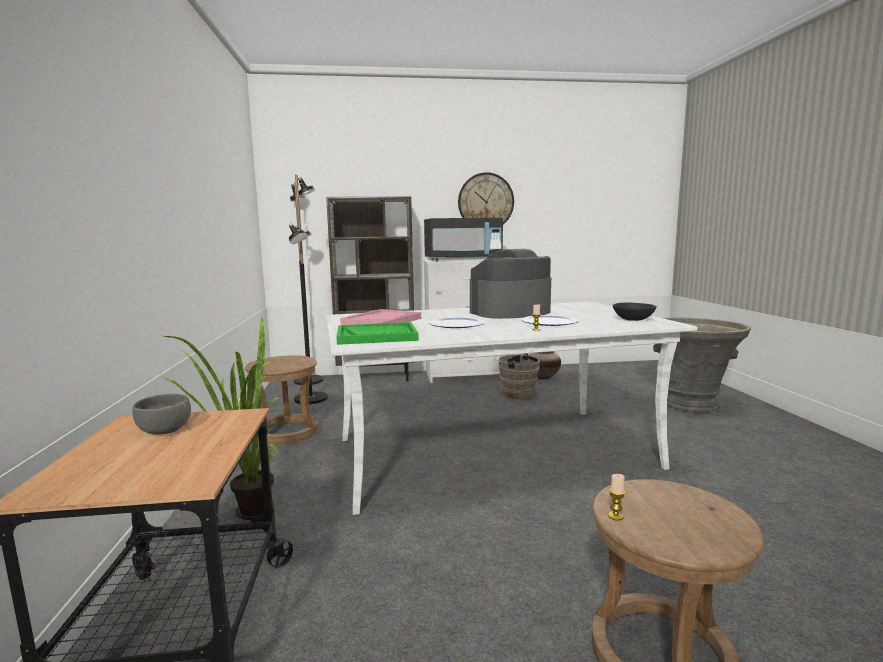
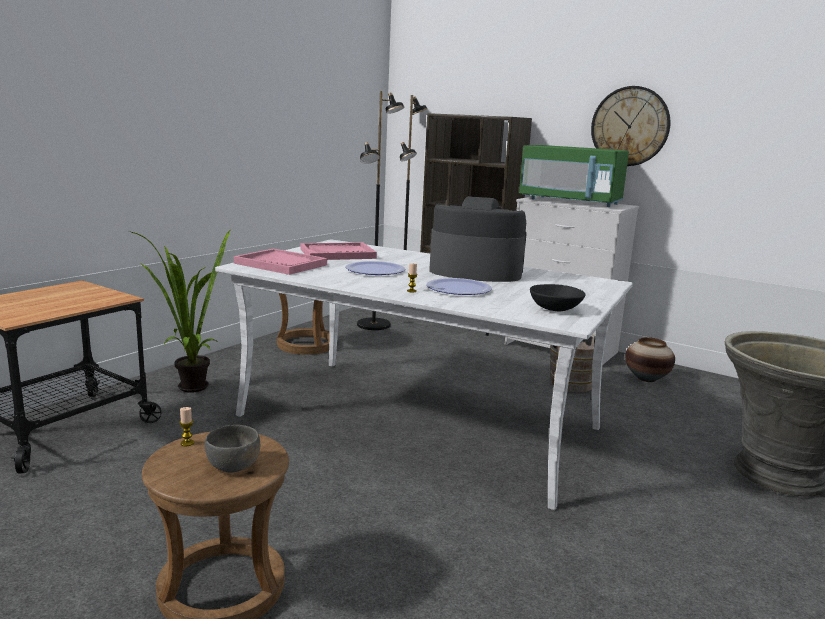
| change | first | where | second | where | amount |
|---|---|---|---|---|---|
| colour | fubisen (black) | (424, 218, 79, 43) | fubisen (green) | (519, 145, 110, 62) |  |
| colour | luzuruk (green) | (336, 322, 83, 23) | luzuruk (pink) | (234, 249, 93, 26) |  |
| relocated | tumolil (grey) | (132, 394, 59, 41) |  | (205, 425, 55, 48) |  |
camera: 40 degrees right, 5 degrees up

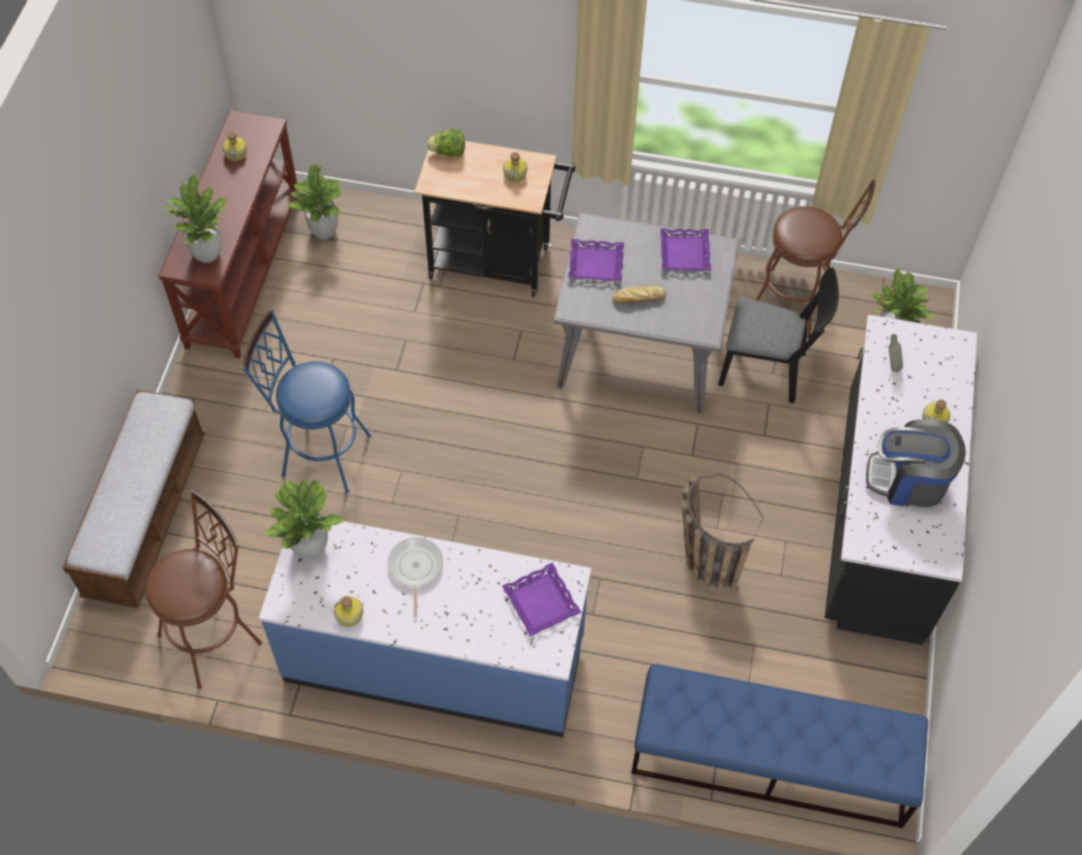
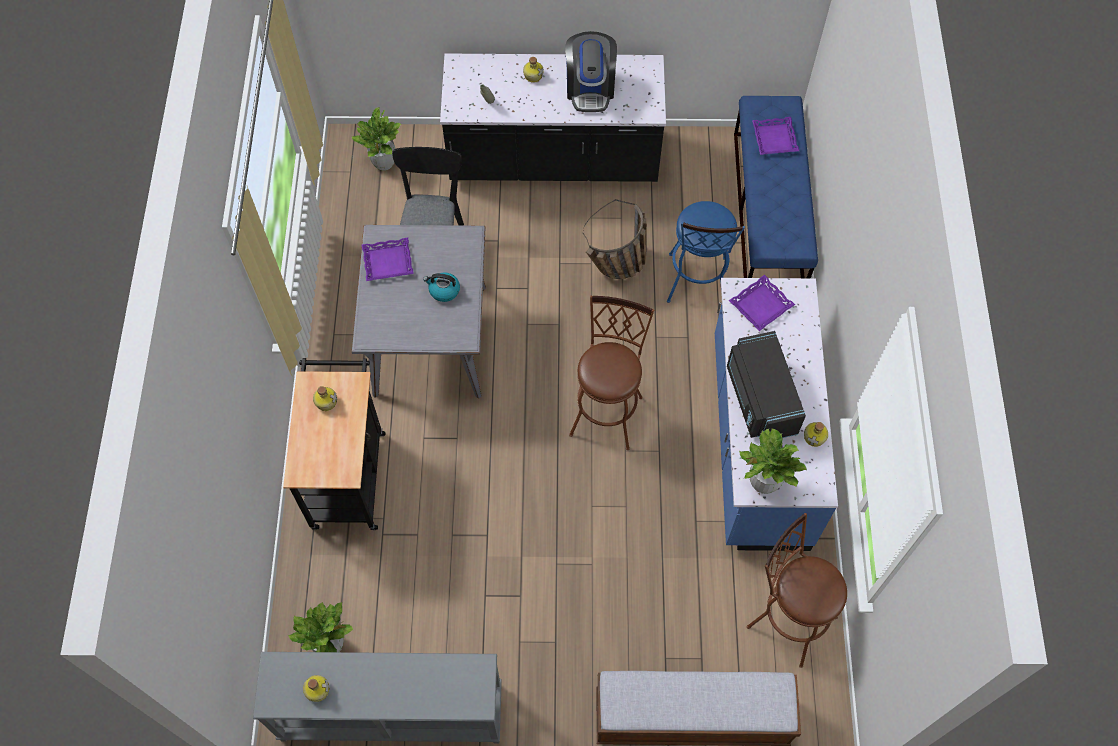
| change | first | where | second | where | amount |
|---|---|---|---|---|---|
| colour | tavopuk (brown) | (158, 110, 141, 249) | tavopuk (grey) | (253, 652, 249, 92) |  |
| missing | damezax | (427, 129, 38, 27) |  |  |  |
| missing | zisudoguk | (163, 174, 64, 89) |  |  |  |
| relocated | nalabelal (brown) | (756, 178, 120, 160) |  | (569, 296, 85, 154) |  |
| relocated | luzuruk (purple) | (568, 239, 56, 42) |  | (752, 117, 47, 38) |  |
| exchanged | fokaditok | (613, 286, 53, 17) | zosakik | (423, 272, 37, 30) |  |
| relocated | nalabelal (blue) | (242, 309, 129, 184) |  | (667, 201, 78, 102) |  |
| exchanged | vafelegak | (388, 538, 55, 79) | fubisen (black) | (727, 331, 79, 107) |  |
camera: 100 degrees left, 5 degrees up

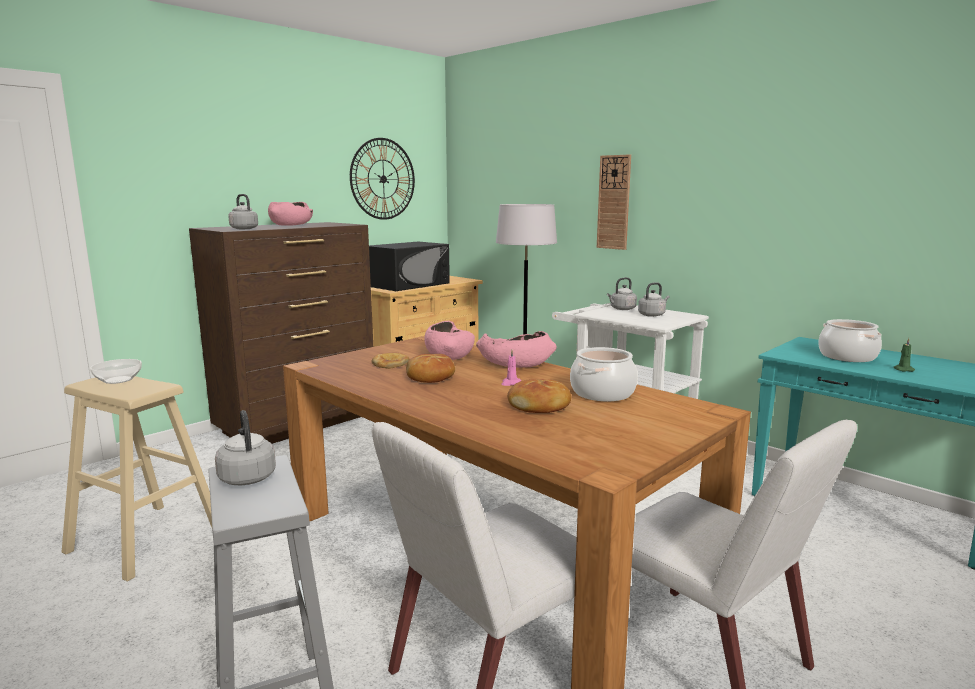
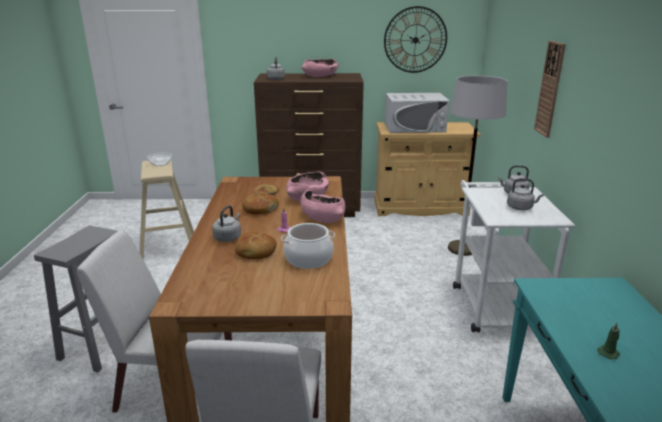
| change | first | where | second | where | amount |
|---|---|---|---|---|---|
| colour | fubisen (black) | (369, 242, 81, 49) | fubisen (white) | (384, 93, 65, 40) |  |
| missing | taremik | (818, 319, 64, 43) |  |  |  |
| relocated | zosakik (grey) | (215, 410, 61, 75) |  | (212, 205, 29, 37) |  |
camera: 45 degrees right, 10 degrees up

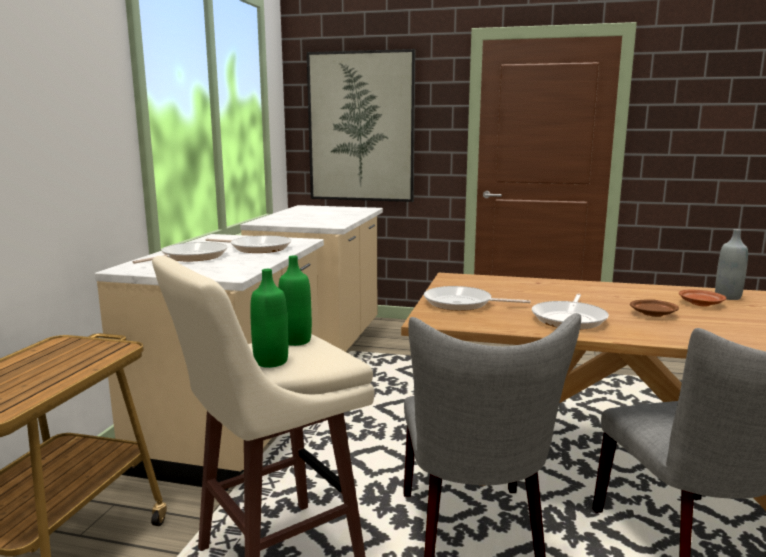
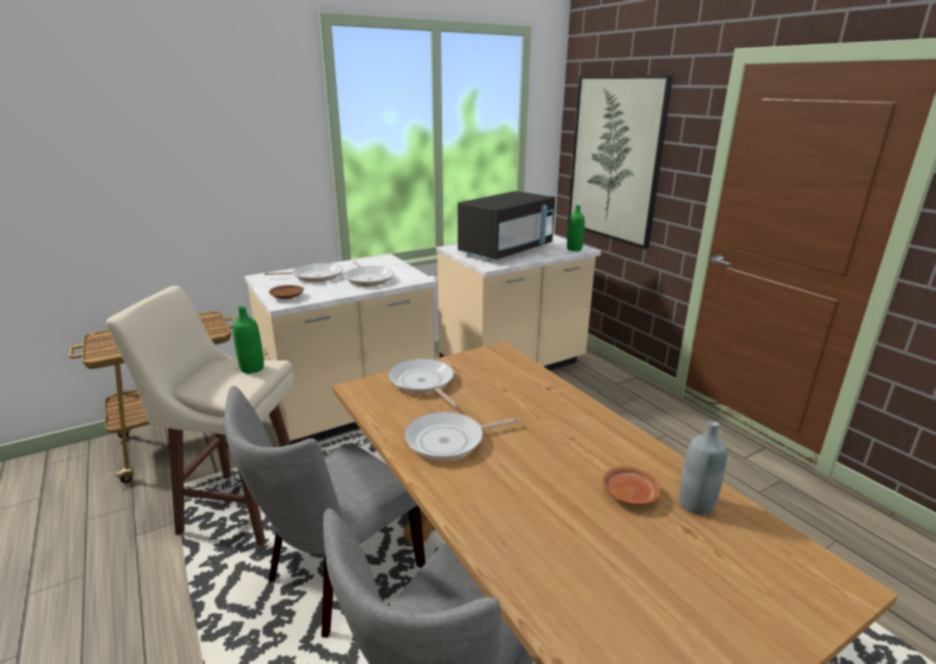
| change | first | where | second | where | amount |
|---|---|---|---|---|---|
| relocated | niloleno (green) | (250, 269, 38, 99) |  | (567, 205, 18, 46) |  |
| relocated | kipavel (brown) | (630, 299, 49, 18) |  | (269, 285, 35, 14) |  |
| appeared |  |  | fubisen (black) | (458, 191, 97, 70) |  |
camera: 45 degrees right, 10 degrees up

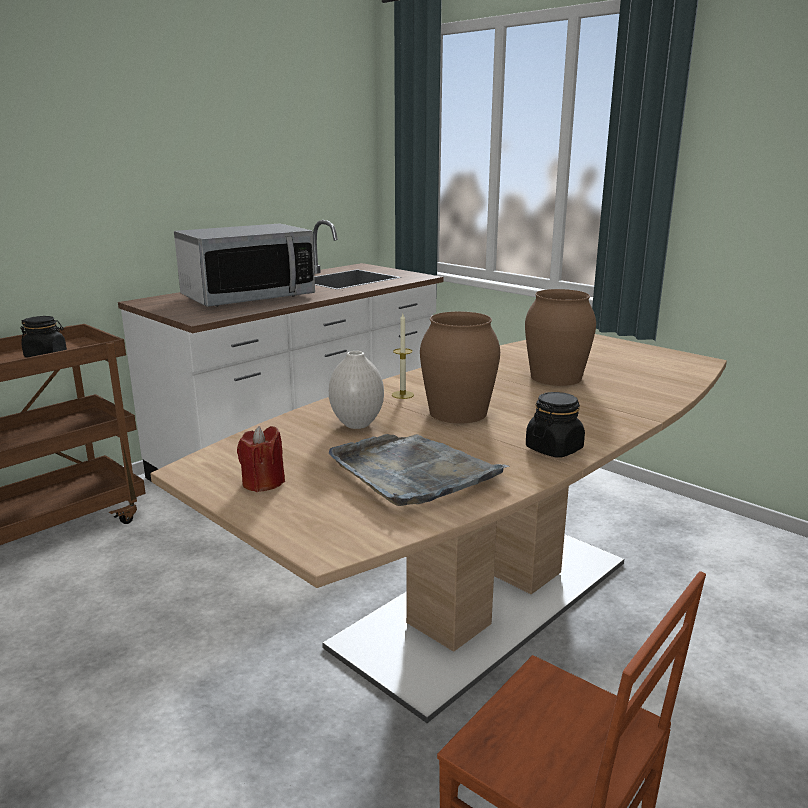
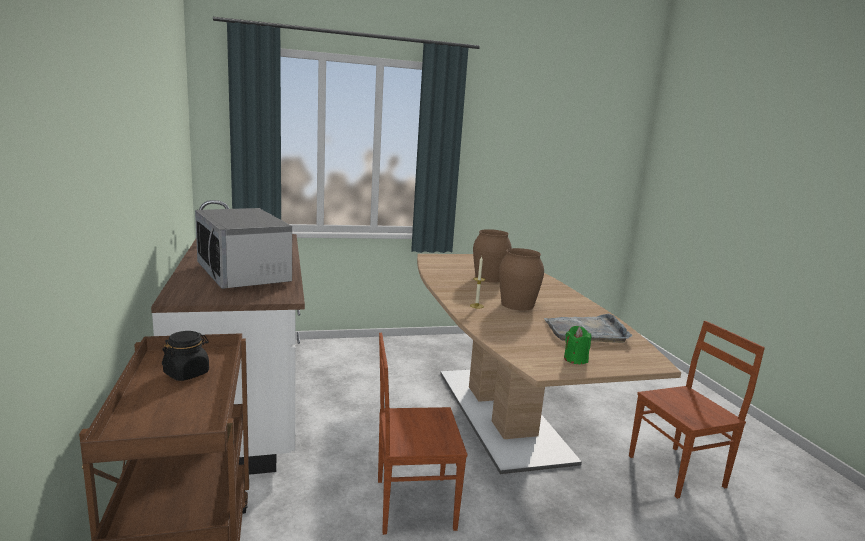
| change | first | where | second | where | amount |
|---|---|---|---|---|---|
| spun | fubisen | (174, 223, 141, 84) |  | (195, 208, 97, 81) | 150 degrees clockwise |
| missing | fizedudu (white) | (329, 351, 55, 78) |  |  |  |
| missing | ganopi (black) | (526, 392, 59, 66) |  |  |  |
| colour | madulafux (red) | (237, 426, 48, 66) | madulafux (green) | (564, 326, 27, 38) |  |
| appeared |  |  | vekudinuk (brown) | (378, 333, 90, 202) |  |
camera: 60 degrees left, 5 degrees down

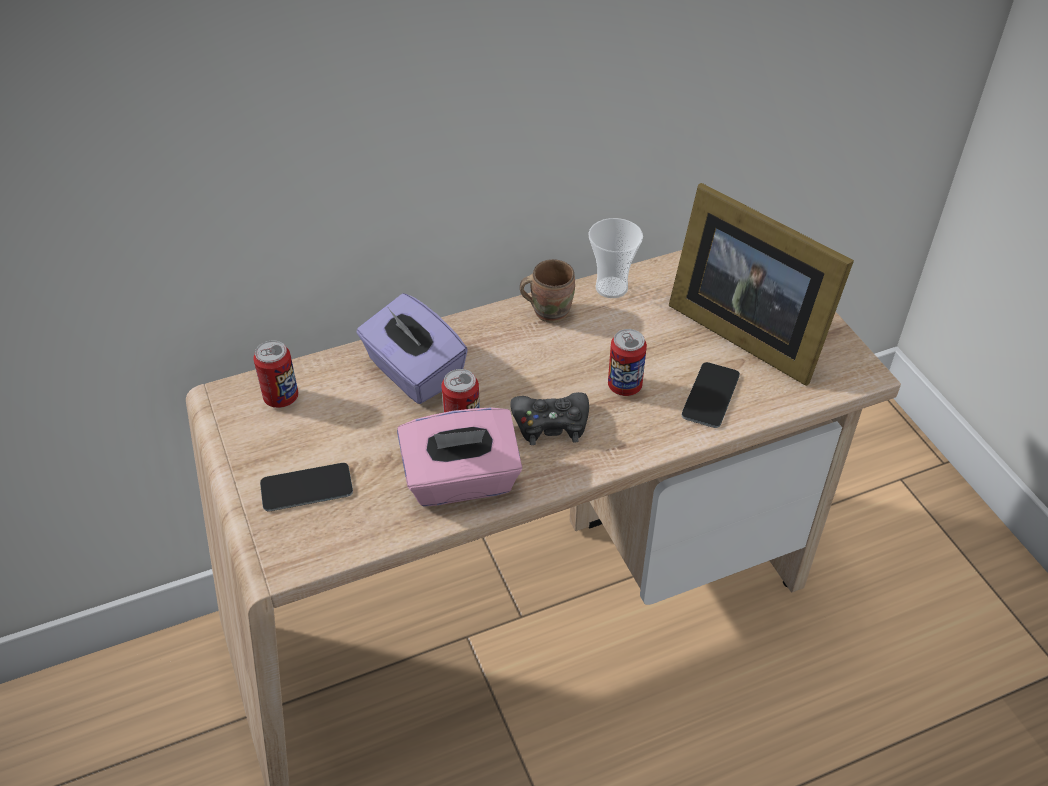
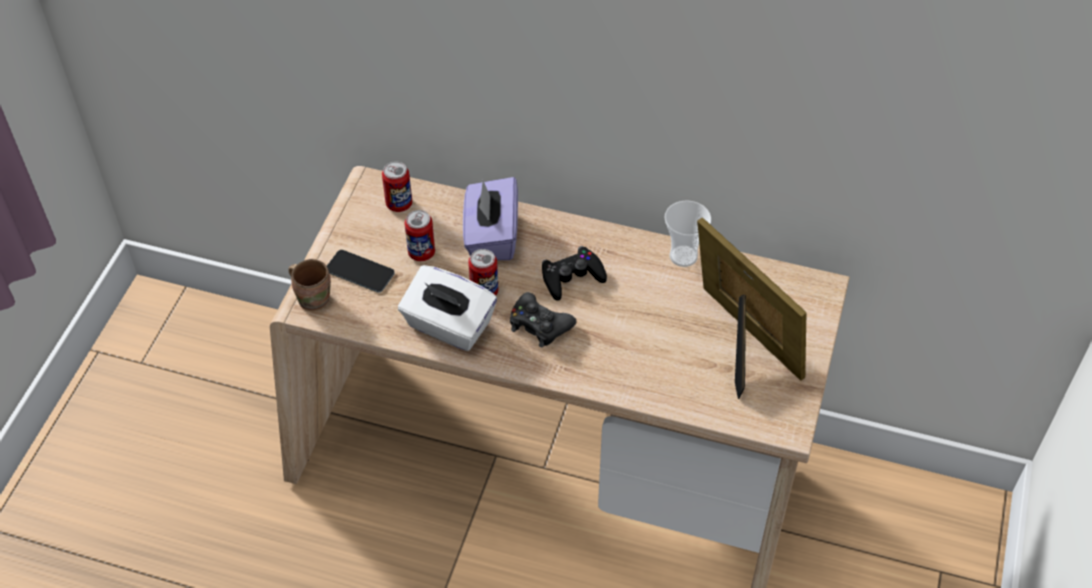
| change | first | where | second | where | amount |
|---|---|---|---|---|---|
| spun | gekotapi | (669, 183, 185, 203) |  | (697, 218, 109, 181) | 150 degrees clockwise |
| relocated | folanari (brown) | (520, 259, 55, 64) |  | (288, 259, 43, 52) |  |
| relocated | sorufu | (608, 329, 39, 67) |  | (404, 210, 31, 51) |  |
| missing | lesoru | (682, 362, 58, 66) |  |  |  |
| colour | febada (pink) | (397, 407, 125, 99) | febada (white) | (398, 265, 99, 86) |  |
| appeared |  |  | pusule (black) | (542, 246, 65, 55) |  |
camera: 40 degrees right, 5 degrees up

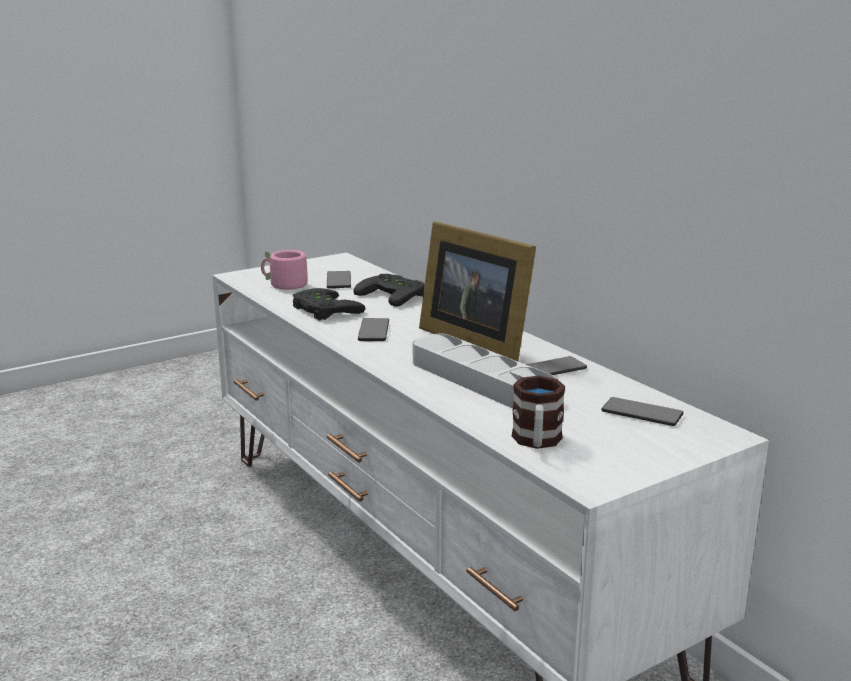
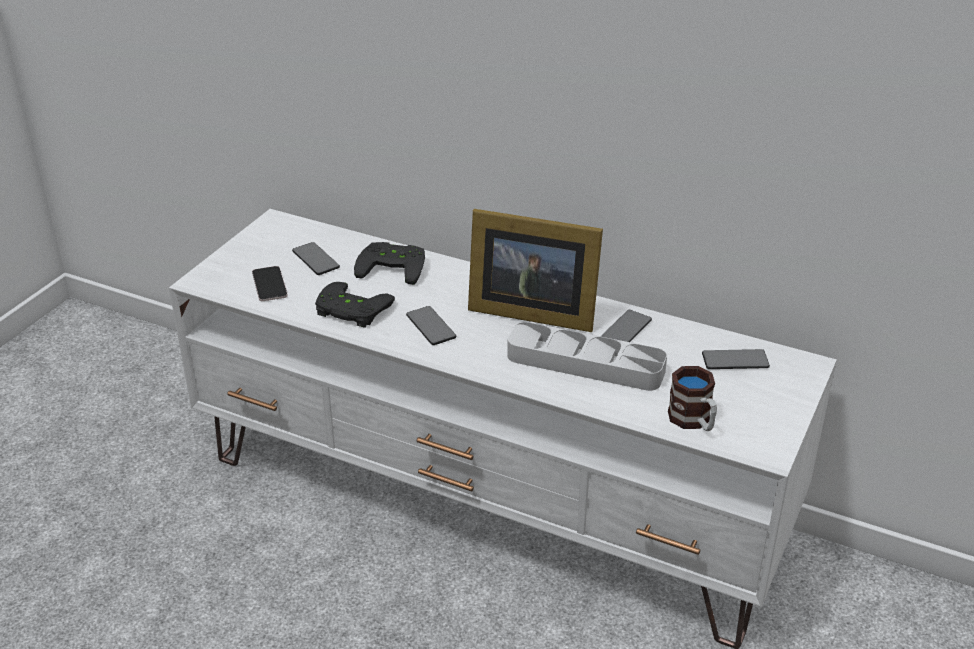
| change | first | where | second | where | amount |
|---|---|---|---|---|---|
| exchanged | folanari (pink) | (261, 250, 47, 40) | lesoru | (252, 266, 36, 35) |  |
camera: 30 degrees left, 15 degrees up

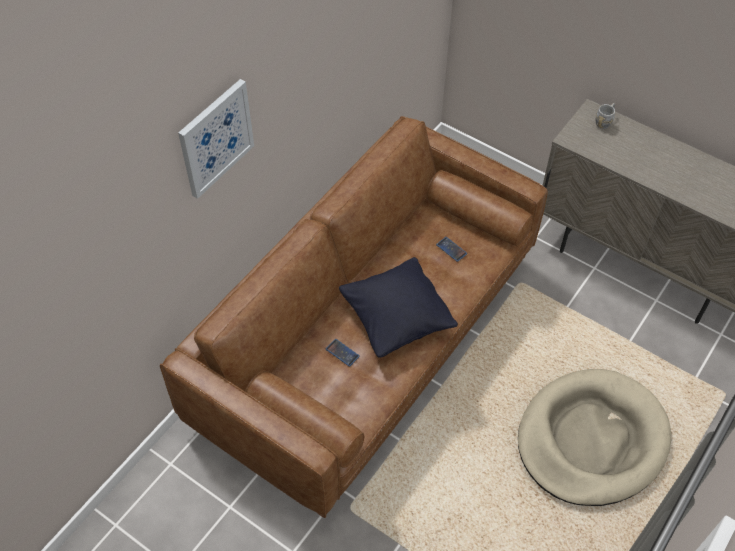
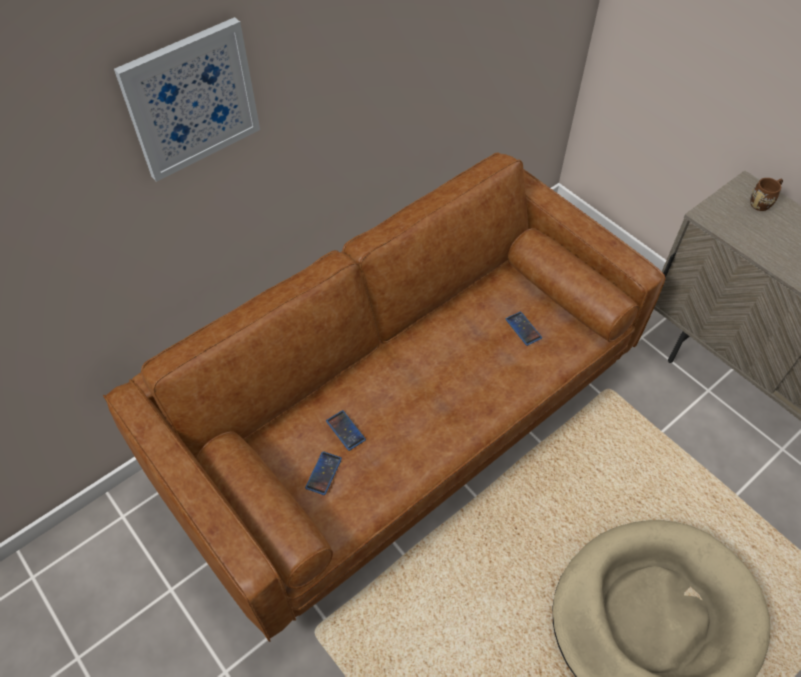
| change | first | where | second | where | amount |
|---|---|---|---|---|---|
| colour | folanari (grey) | (596, 103, 19, 26) | folanari (brown) | (750, 178, 33, 33) |  |
| missing | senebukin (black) | (339, 257, 119, 101) |  |  |  |
| appeared |  |  | lesoru | (305, 451, 37, 44) |  |
camera: 15 degrees right, 0 degrees up

